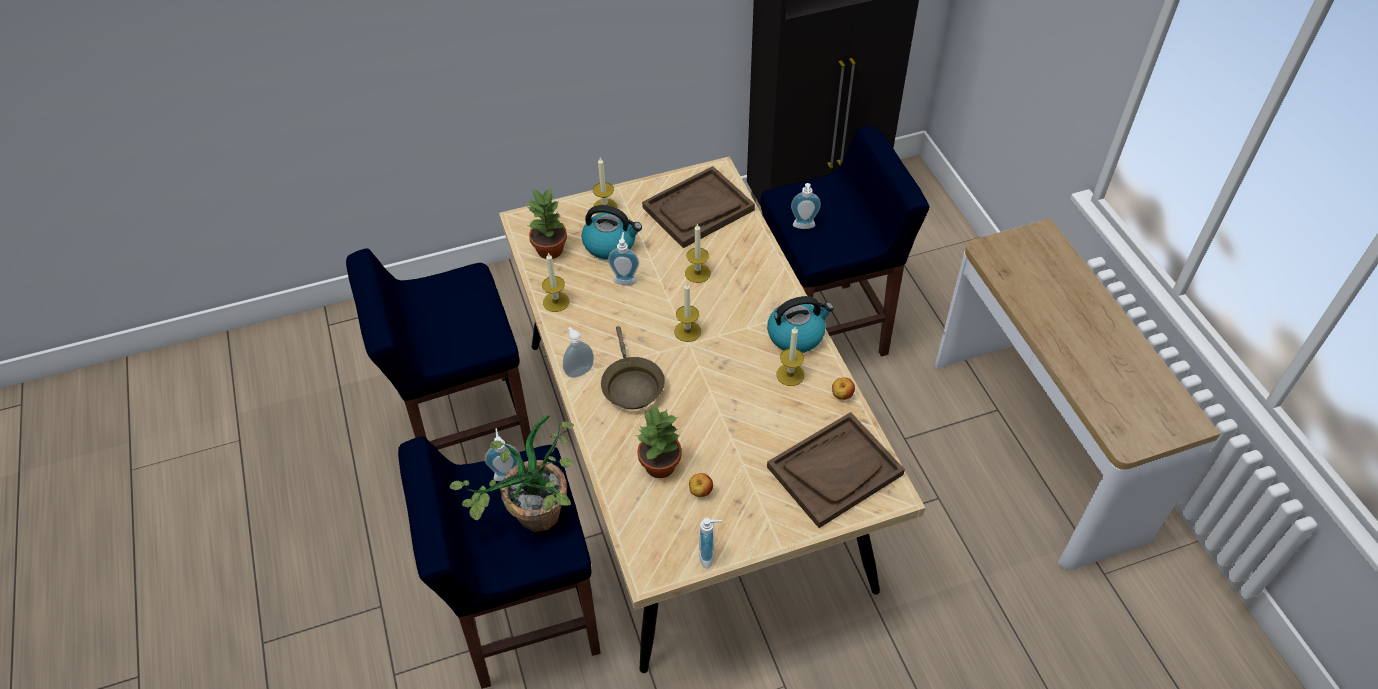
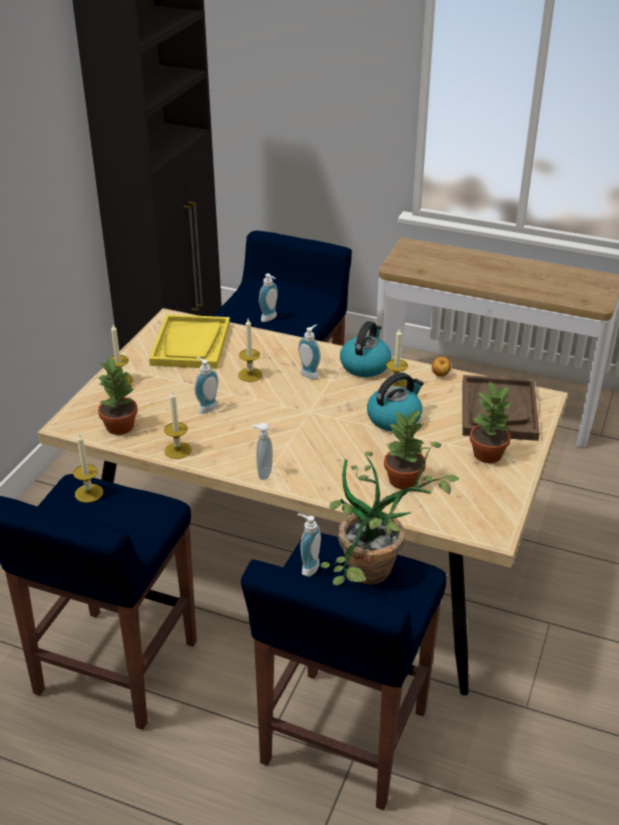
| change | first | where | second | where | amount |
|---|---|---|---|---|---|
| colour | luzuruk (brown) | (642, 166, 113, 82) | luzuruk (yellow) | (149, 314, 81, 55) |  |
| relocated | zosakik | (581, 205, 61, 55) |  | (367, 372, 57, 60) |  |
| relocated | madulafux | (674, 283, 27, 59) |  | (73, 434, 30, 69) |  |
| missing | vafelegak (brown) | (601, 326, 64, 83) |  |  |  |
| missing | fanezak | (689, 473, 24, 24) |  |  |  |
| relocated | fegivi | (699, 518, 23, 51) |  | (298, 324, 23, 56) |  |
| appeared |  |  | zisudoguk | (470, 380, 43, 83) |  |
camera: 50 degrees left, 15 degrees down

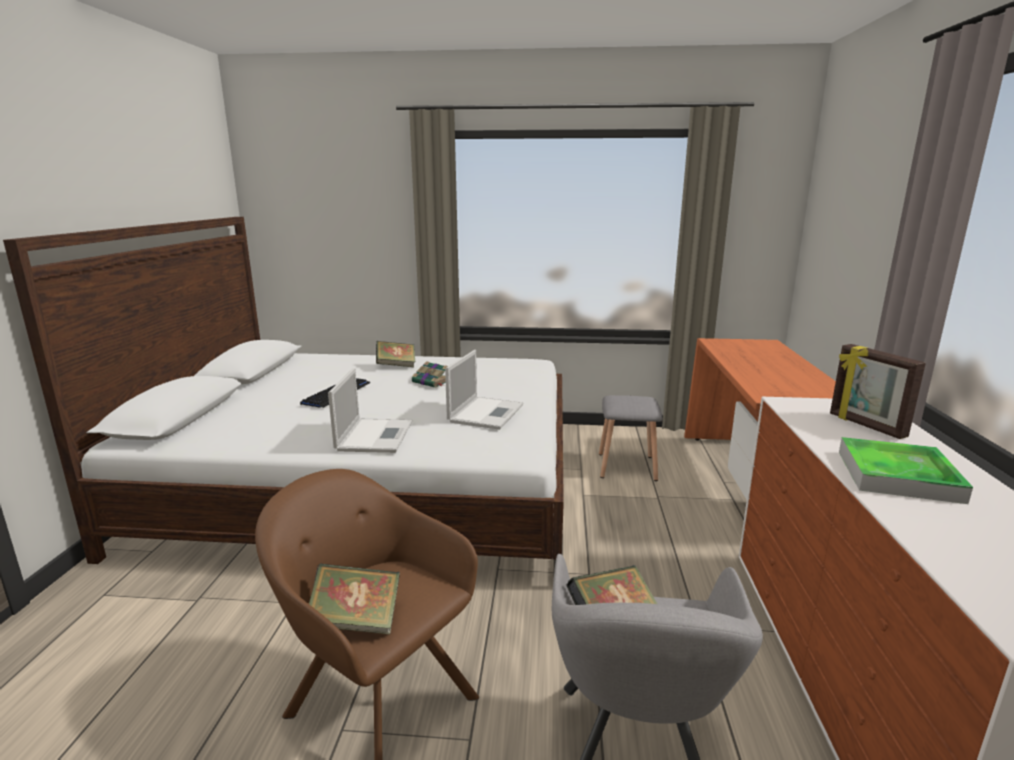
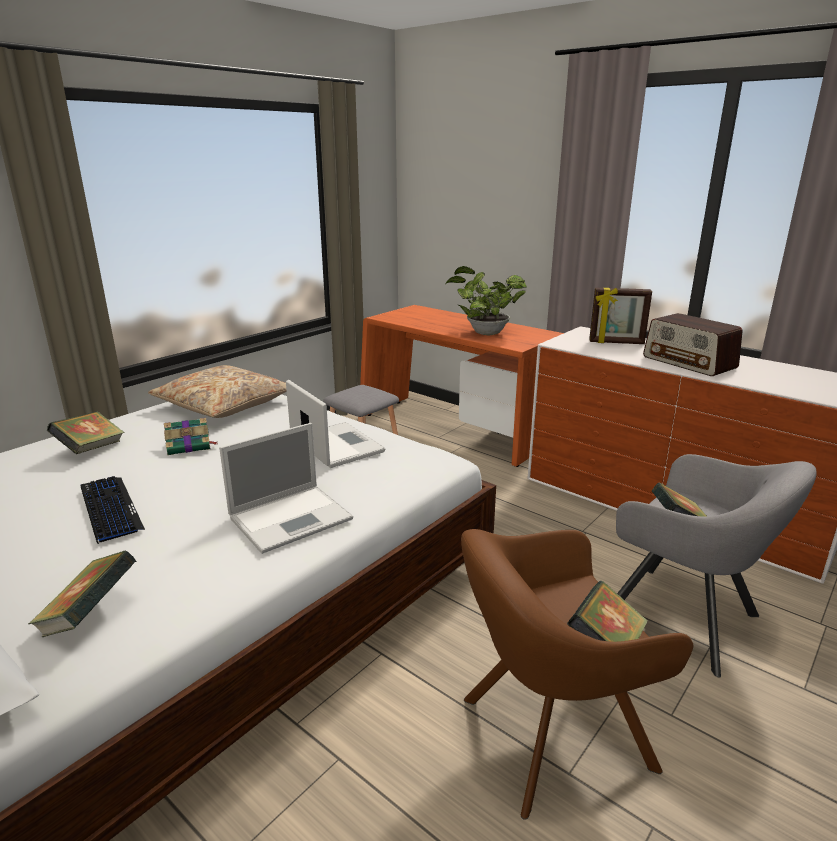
| change | first | where | second | where | amount |
|---|---|---|---|---|---|
| spun | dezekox | (328, 368, 84, 85) |  | (219, 423, 134, 131) | 105 degrees clockwise |
| exchanged | luzuruk | (839, 437, 134, 67) | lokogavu | (643, 313, 99, 63) |  |
| appeared |  |  | zisudoguk | (446, 266, 81, 69) |  |
| appeared |  |  | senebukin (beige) | (148, 365, 139, 53) |  |
| appeared |  |  | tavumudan | (28, 550, 108, 87) |  |
camera: 55 degrees left, 5 degrees up

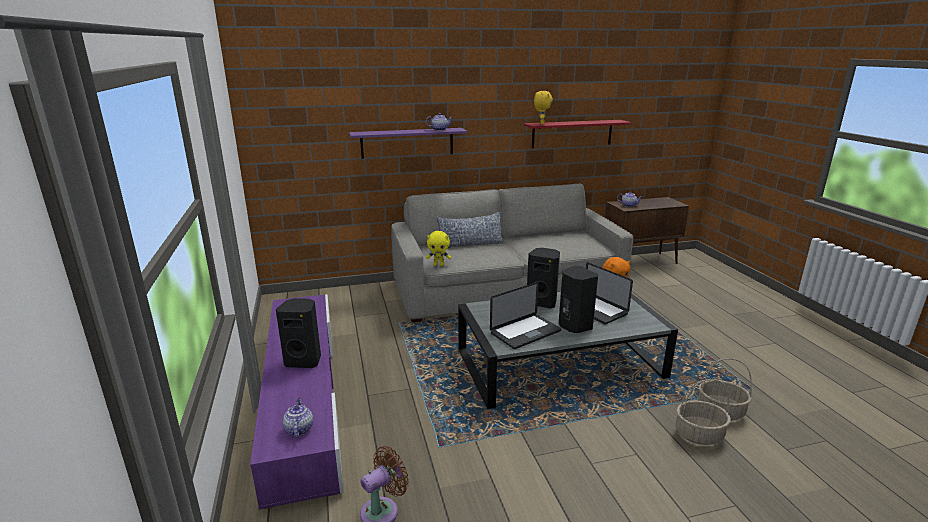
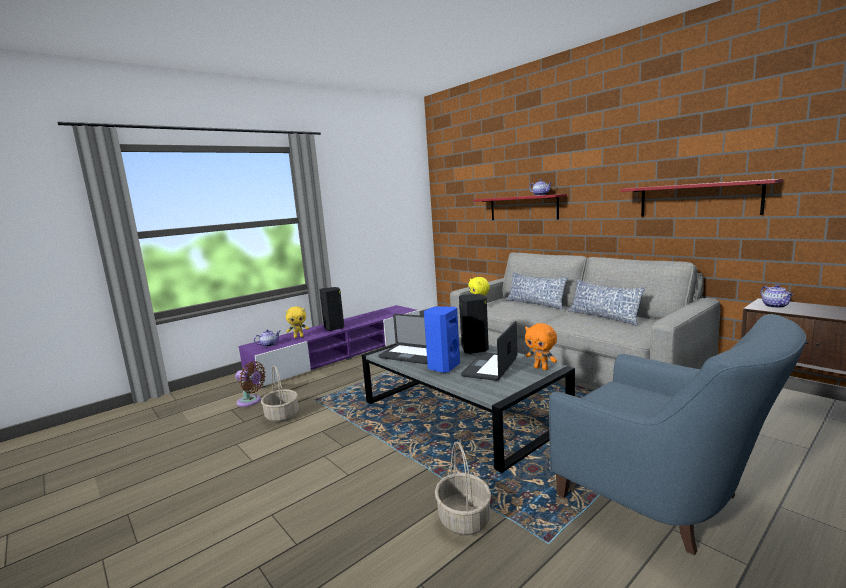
| change | first | where | second | where | amount |
|---|---|---|---|---|---|
| relocated | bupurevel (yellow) | (534, 91, 19, 34) |  | (286, 306, 23, 32) |  |
| colour | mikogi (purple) | (349, 128, 118, 31) | mikogi (red) | (474, 194, 93, 26) |  |
| colour | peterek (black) | (559, 266, 39, 67) | peterek (blue) | (424, 306, 36, 67) |  |
| relocated | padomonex | (676, 379, 55, 66) |  | (261, 366, 37, 57) |  |
| appeared |  |  | senebukin | (568, 279, 78, 47) |  |
| appeared |  |  | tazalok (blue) | (549, 314, 257, 242) |  |
camera: 65 degrees right, 10 degrees down

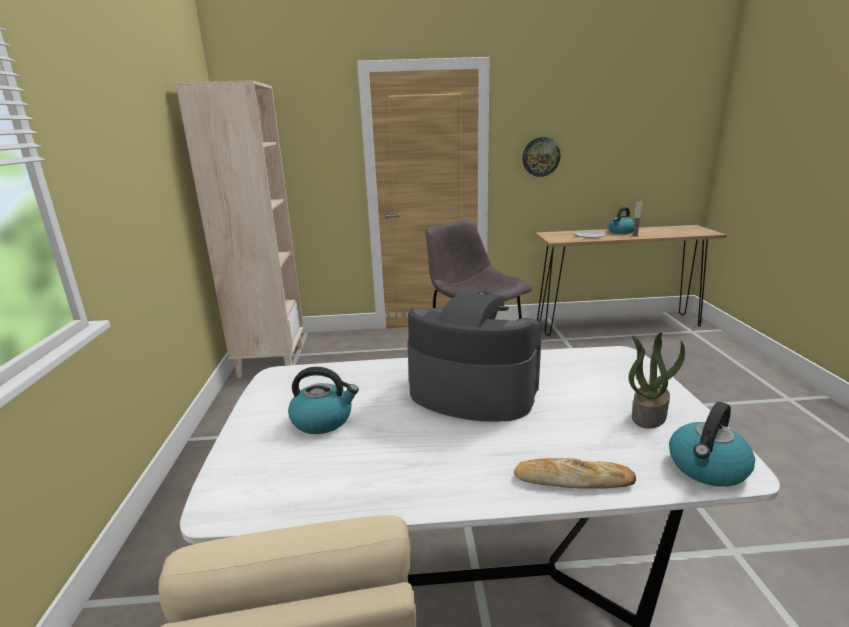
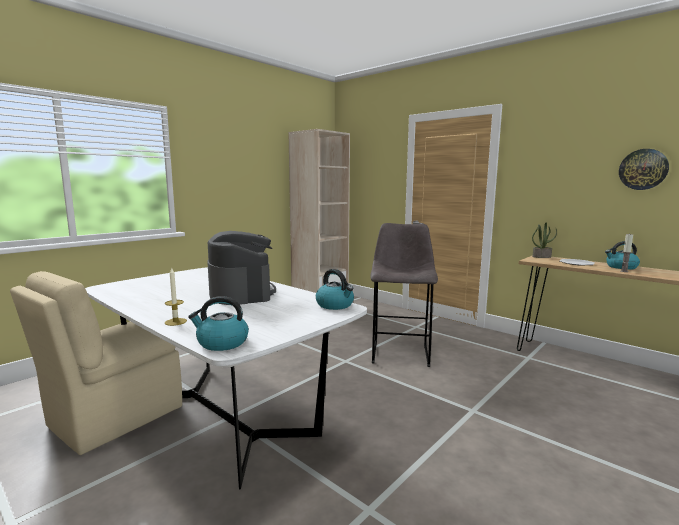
| change | first | where | second | where | amount |
|---|---|---|---|---|---|
| relocated | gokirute | (522, 137, 39, 40) |  | (619, 149, 50, 41) |  |
| relocated | zisudoguk | (629, 332, 56, 97) |  | (532, 222, 25, 36) |  |
| relocated | zosakik | (288, 367, 71, 67) |  | (316, 269, 38, 41) |  |
| exchanged | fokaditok | (514, 458, 122, 31) | madulafux | (165, 268, 22, 58) |  |
camera: 45 degrees right, 10 degrees down

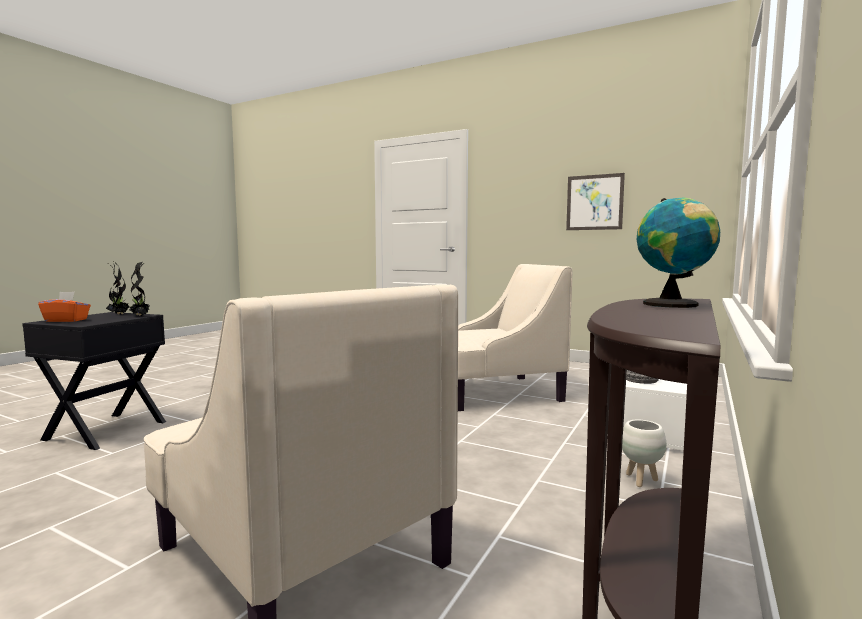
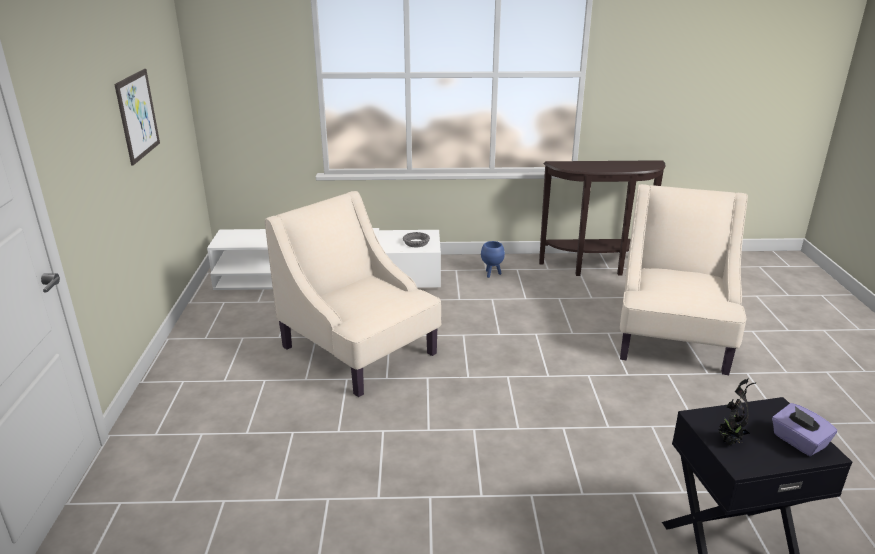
| change | first | where | second | where | amount |
|---|---|---|---|---|---|
| missing | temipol | (637, 197, 83, 111) |  |  |  |
| missing | zisudoguk | (129, 262, 23, 54) |  |  |  |
| colour | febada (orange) | (38, 292, 53, 30) | febada (purple) | (772, 403, 65, 53) |  |
| colour | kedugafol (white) | (622, 420, 44, 67) | kedugafol (blue) | (481, 241, 24, 37) |  |
camera: 120 degrees left, 20 degrees up

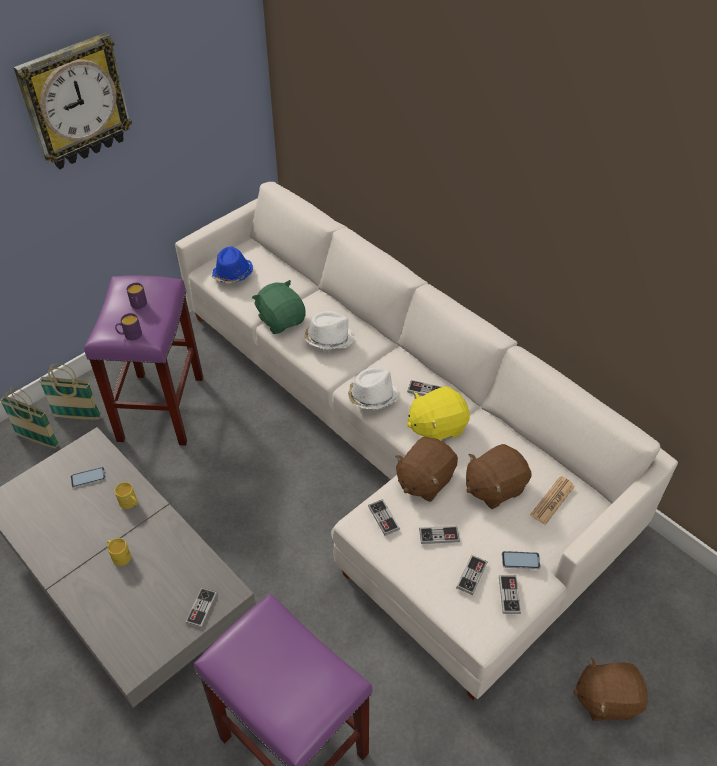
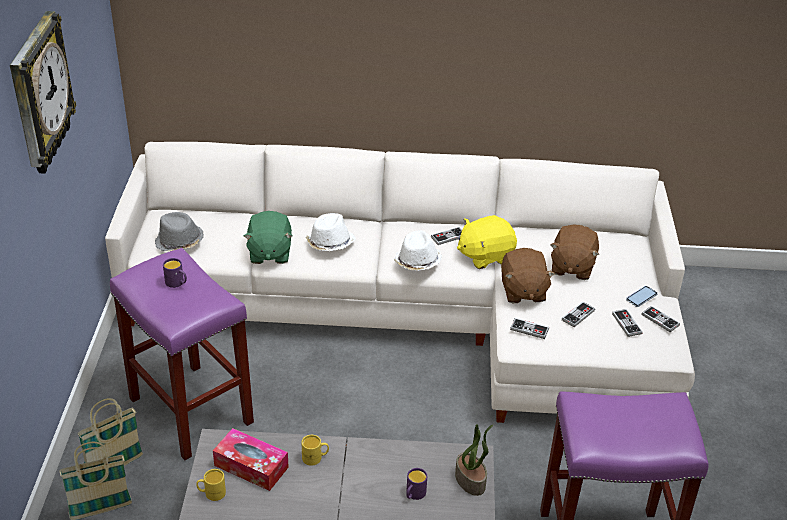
| change | first | where | second | where | amount |
|---|---|---|---|---|---|
| colour | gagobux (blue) | (212, 246, 41, 38) | gagobux (grey) | (155, 212, 49, 39) |  |
| spun | bupurevel (green) | (252, 280, 54, 54) |  | (243, 211, 50, 53) | 105 degrees counterclockwise |
| relocated | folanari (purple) | (115, 313, 27, 27) |  | (406, 468, 21, 32) |  |
| spun | bupurevel (yellow) | (407, 386, 63, 54) |  | (457, 215, 60, 54) | 45 degrees clockwise |
| exchanged | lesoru | (71, 467, 35, 21) | febada | (213, 428, 76, 63) |  |
| missing | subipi | (530, 476, 45, 49) |  |  |  |
| relocated | folanari (yellow) | (107, 538, 24, 28) |  | (196, 469, 30, 32) |  |
| exchanged | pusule | (185, 588, 32, 40) | zisudoguk | (455, 424, 38, 72) |  |
| missing | bupurevel (brown) | (573, 658, 75, 63) |  |  |  |
camera: 45 degrees left, 10 degrees down

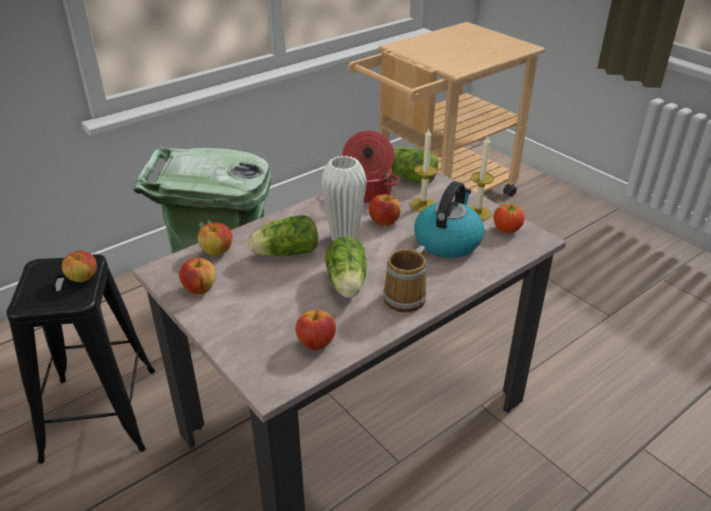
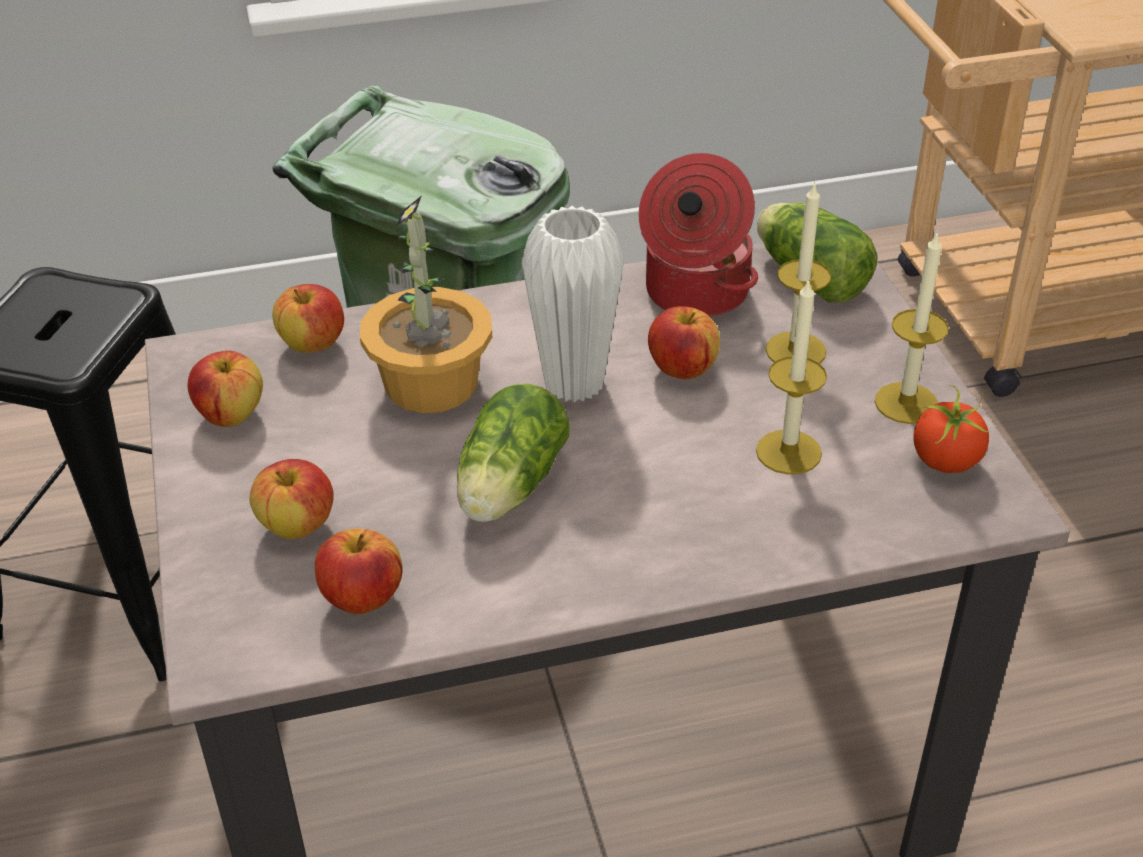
| change | first | where | second | where | amount |
|---|---|---|---|---|---|
| exchanged | zosakik | (414, 181, 70, 77) | madulafux | (756, 278, 71, 197) |  |
| exchanged | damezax | (248, 215, 70, 41) | zisudoguk | (360, 196, 132, 217) |  |
| missing | folanari | (383, 246, 44, 66) |  |  |  |
| relocated | fanezak | (62, 251, 35, 31) |  | (250, 459, 84, 80) |  |
camera: 25 degrees right, 5 degrees up

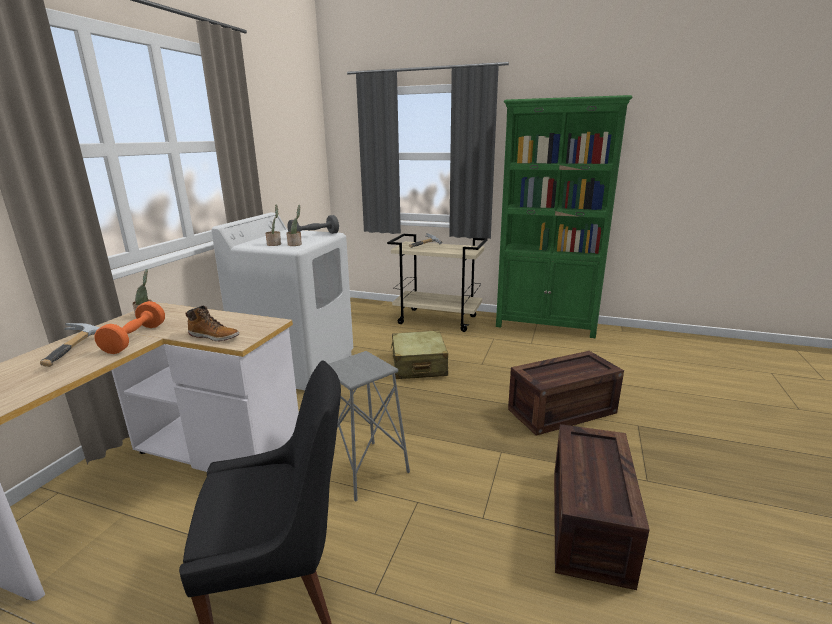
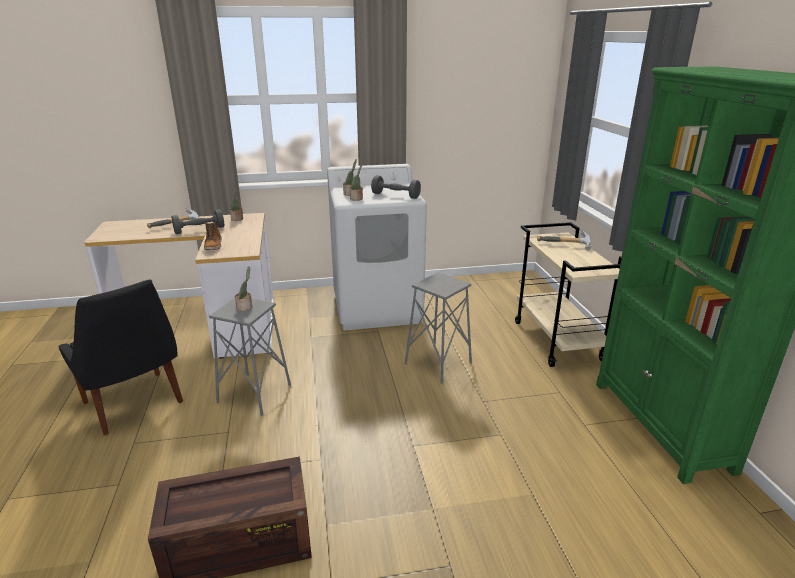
| change | first | where | second | where | amount |
|---|---|---|---|---|---|
| colour | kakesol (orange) | (94, 301, 71, 53) | kakesol (grey) | (172, 209, 52, 25) |  |
| exchanged | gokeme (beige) | (391, 330, 57, 49) | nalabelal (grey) | (405, 272, 67, 112) |  |
| missing | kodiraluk | (508, 351, 116, 85) |  |  |  |
| appeared |  |  | zisudoguk | (235, 266, 17, 45) |  |
camera: 60 degrees right, 5 degrees up

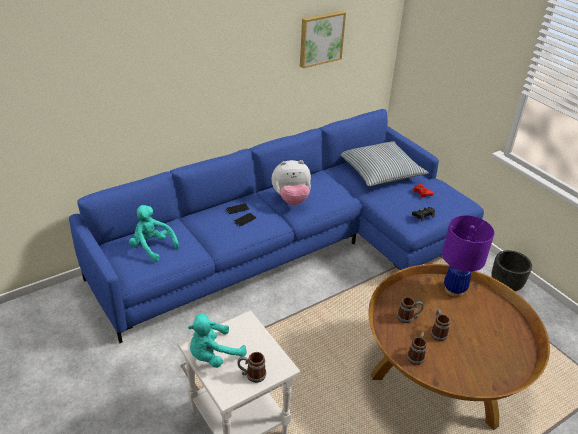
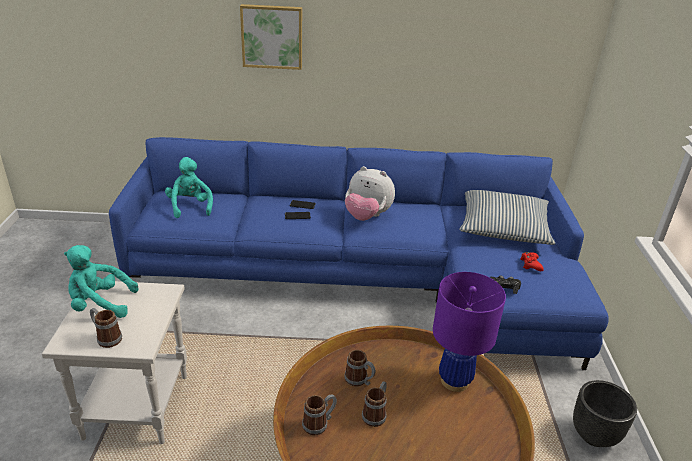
| change | first | where | second | where | amount |
|---|---|---|---|---|---|
| relocated | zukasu | (300, 11, 46, 57) |  | (240, 4, 62, 66) |  |
camera: 35 degrees right, 5 degrees down

